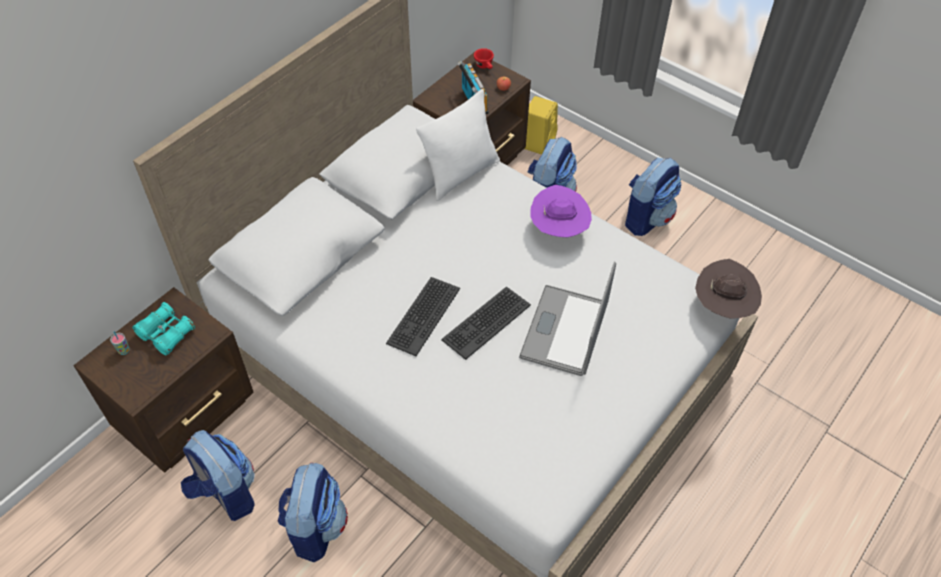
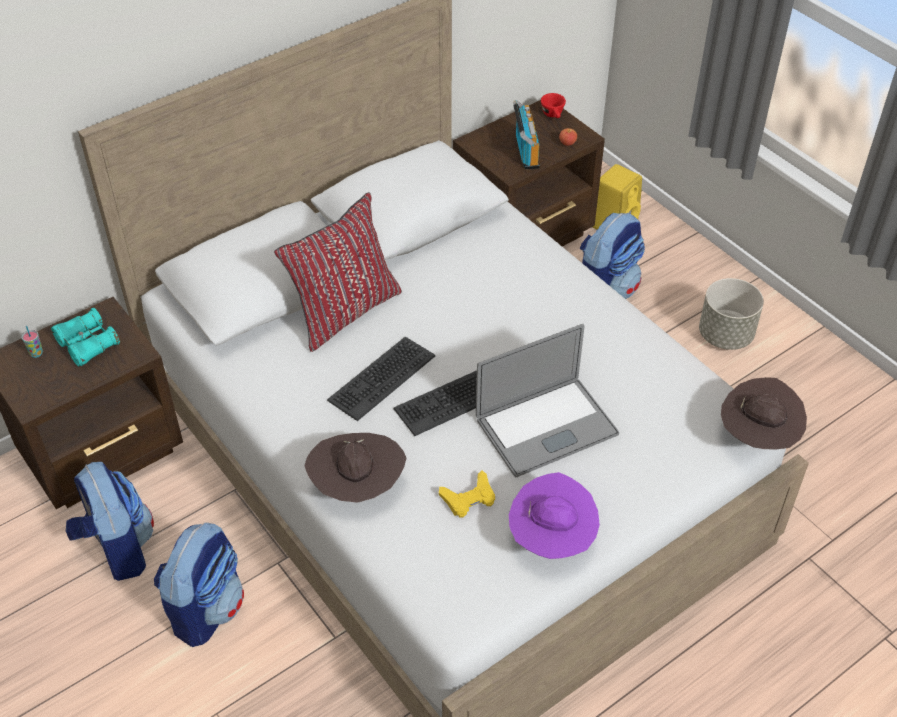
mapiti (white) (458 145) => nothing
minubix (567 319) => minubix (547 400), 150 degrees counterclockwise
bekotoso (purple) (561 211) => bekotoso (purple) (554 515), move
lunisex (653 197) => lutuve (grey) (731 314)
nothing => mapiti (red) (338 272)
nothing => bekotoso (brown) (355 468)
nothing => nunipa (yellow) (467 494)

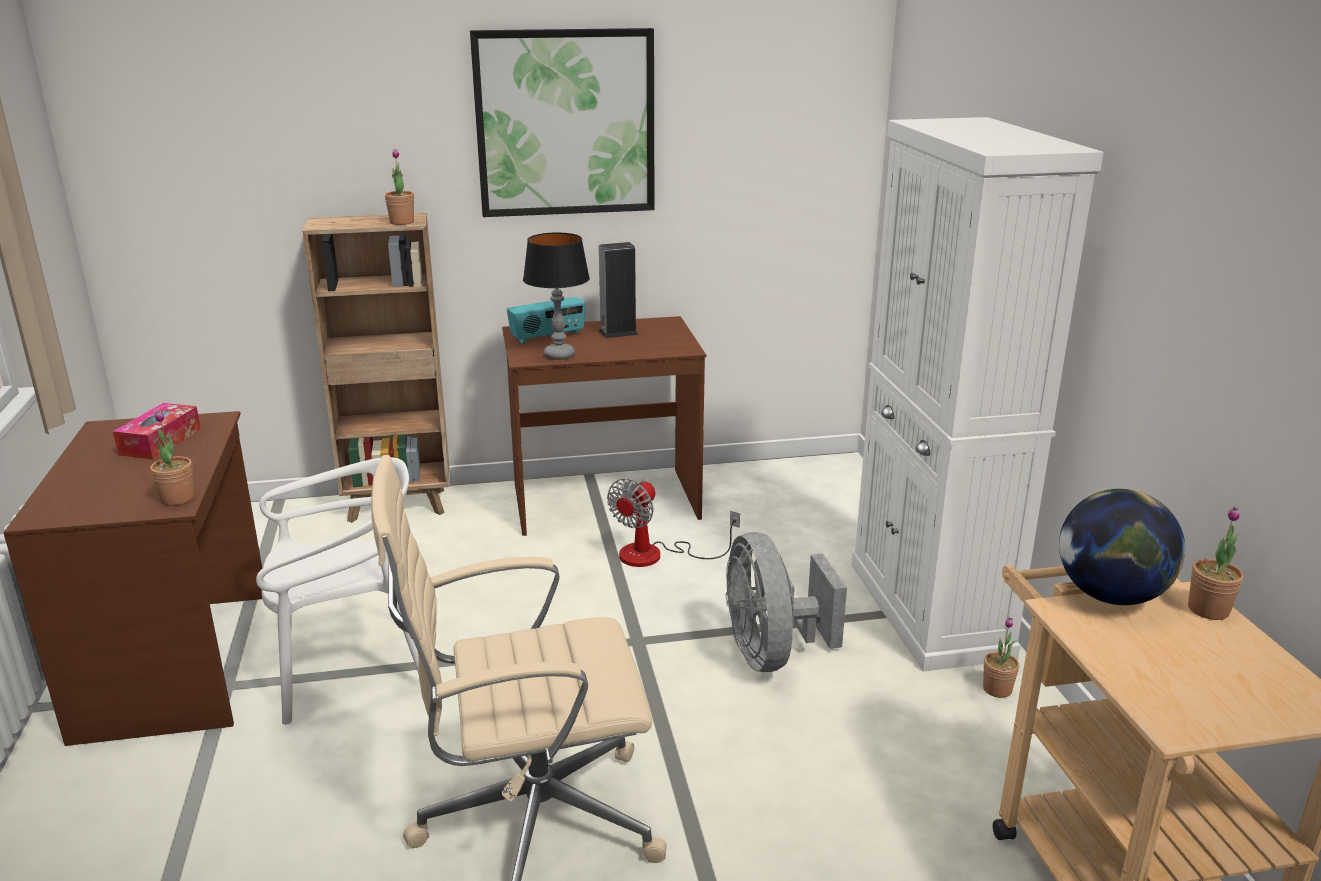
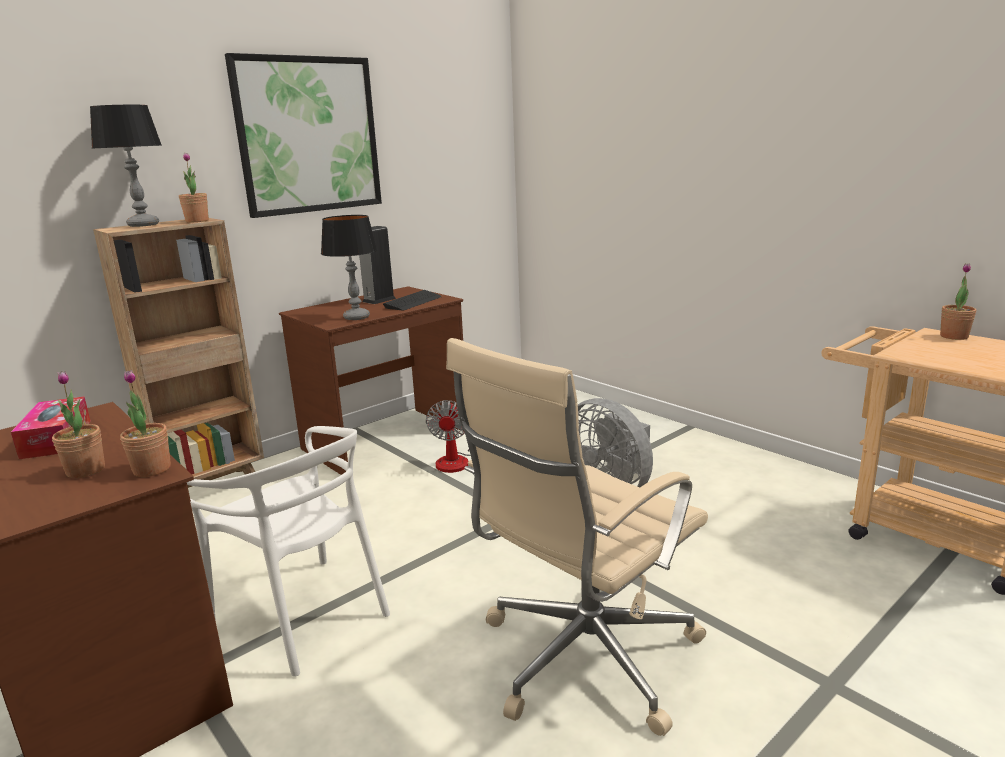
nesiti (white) (337 591) => nesiti (white) (288 551), 90 degrees clockwise
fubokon (546 320) => nothing
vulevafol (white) (978 394) => nothing
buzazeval (1001 658) => buzazeval (78 424), move
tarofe (1122 547) => nothing
nothing => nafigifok (125 166)
nothing => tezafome (412 300)

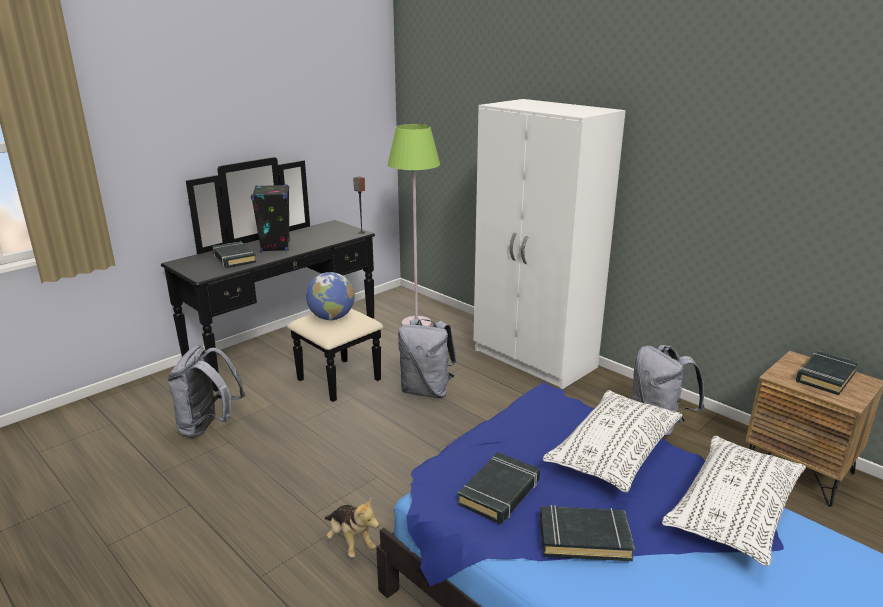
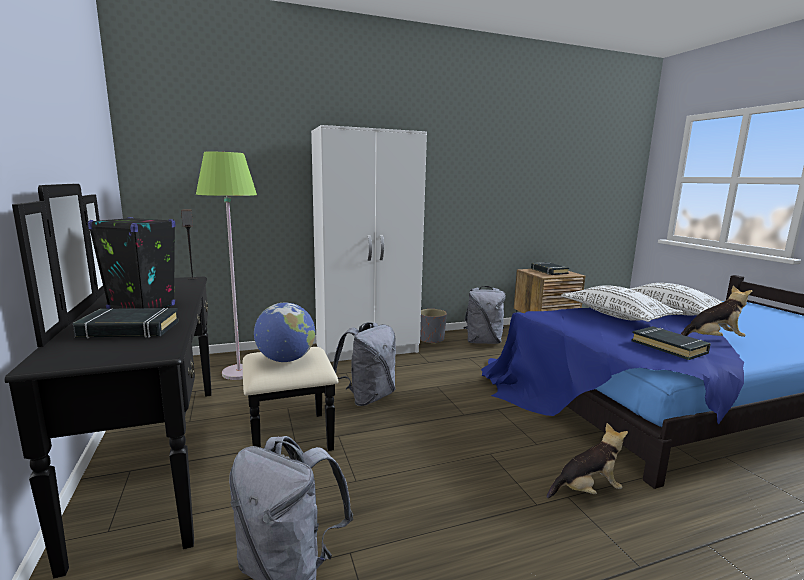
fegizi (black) (587 533) => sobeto (716 311)
nothing => lutuve (grey) (433 326)

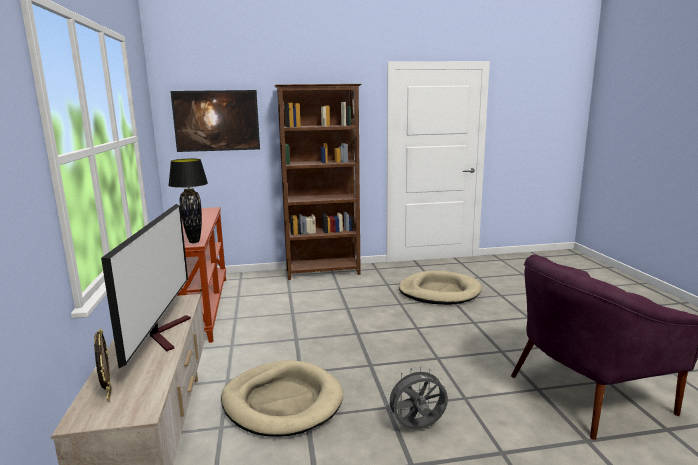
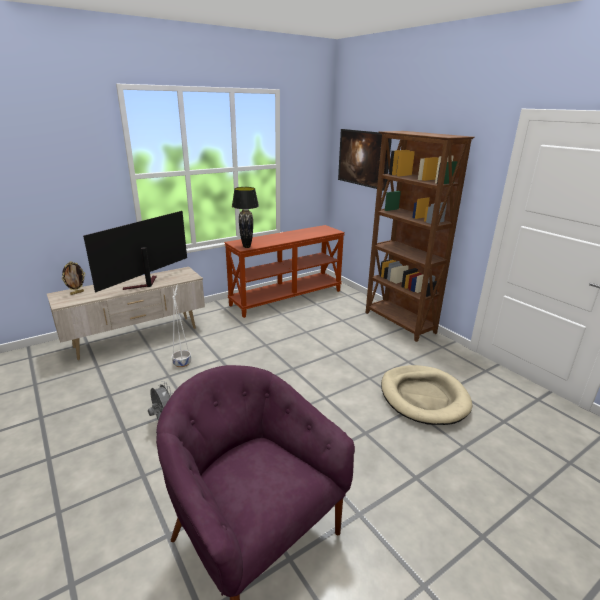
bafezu (146 286) => bafezu (135 252), 150 degrees clockwise
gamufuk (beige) (282 398) => lutuve (white) (181 325)

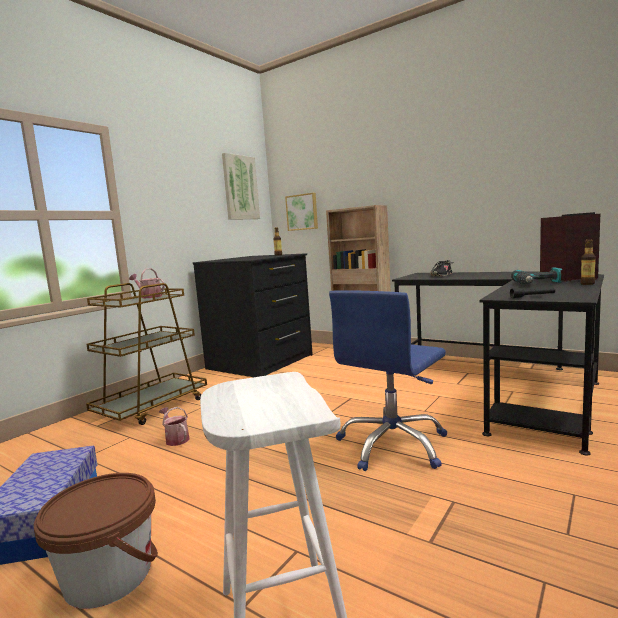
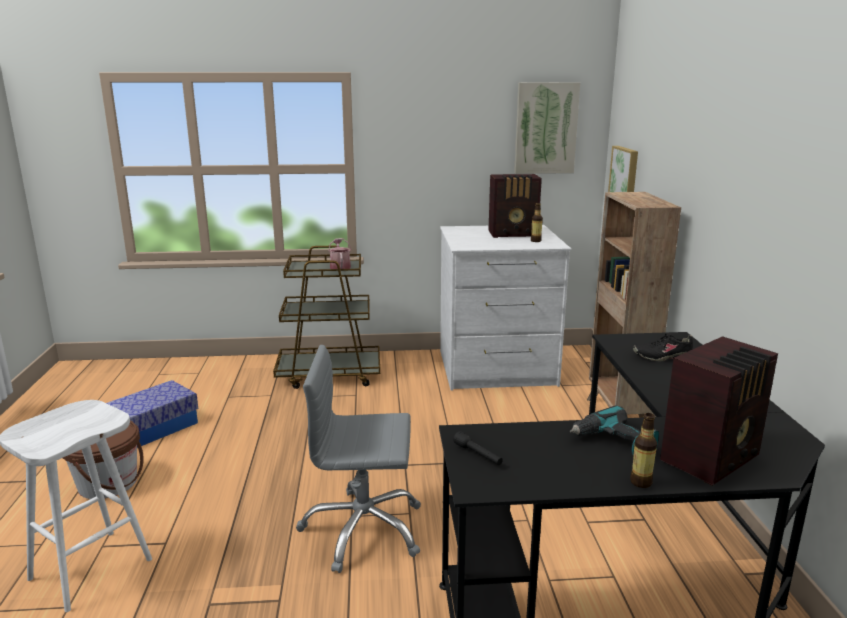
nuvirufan (174 426) => nothing
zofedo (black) (253 315) => zofedo (white) (505 308)
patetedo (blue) (388 380) => patetedo (grey) (358 459)
nothing => fubokon (515 206)

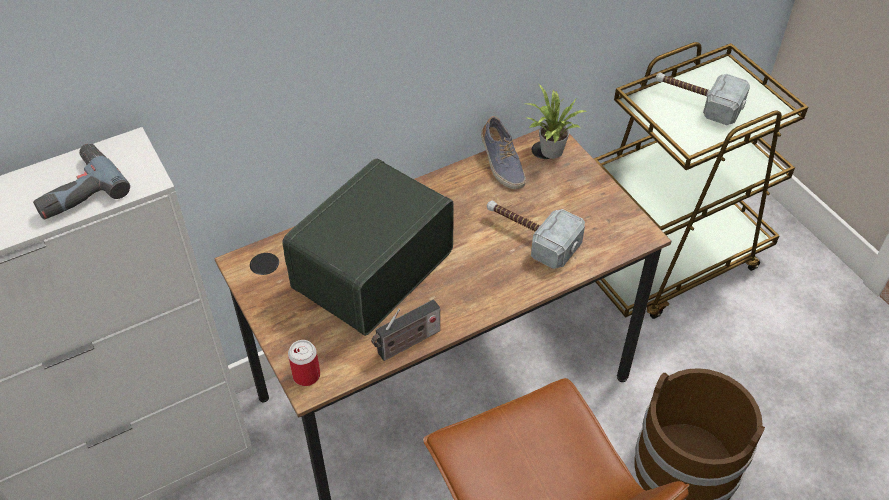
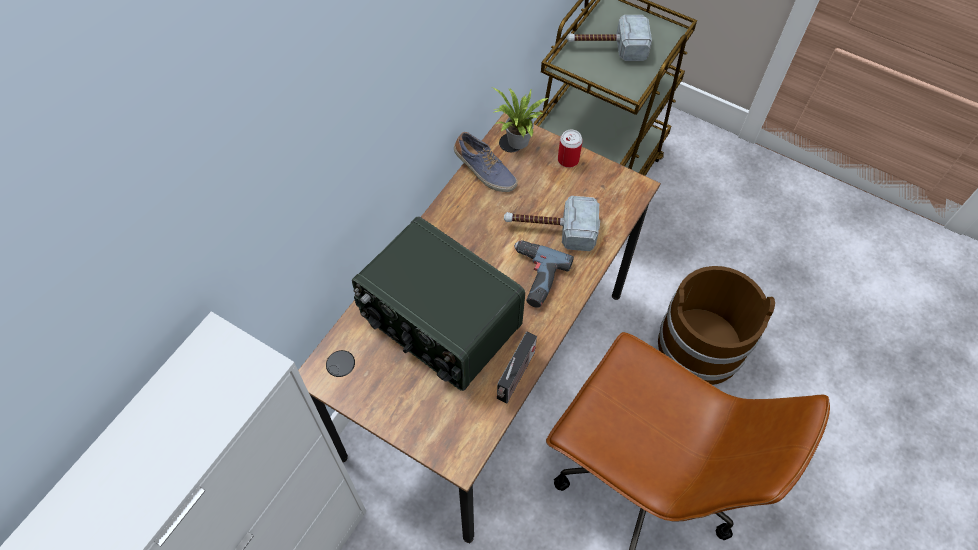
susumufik (81 181) => susumufik (544 274), move
fubokon (368 247) => fubokon (438 303), 60 degrees counterclockwise
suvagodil (304 363) => suvagodil (570 148), move

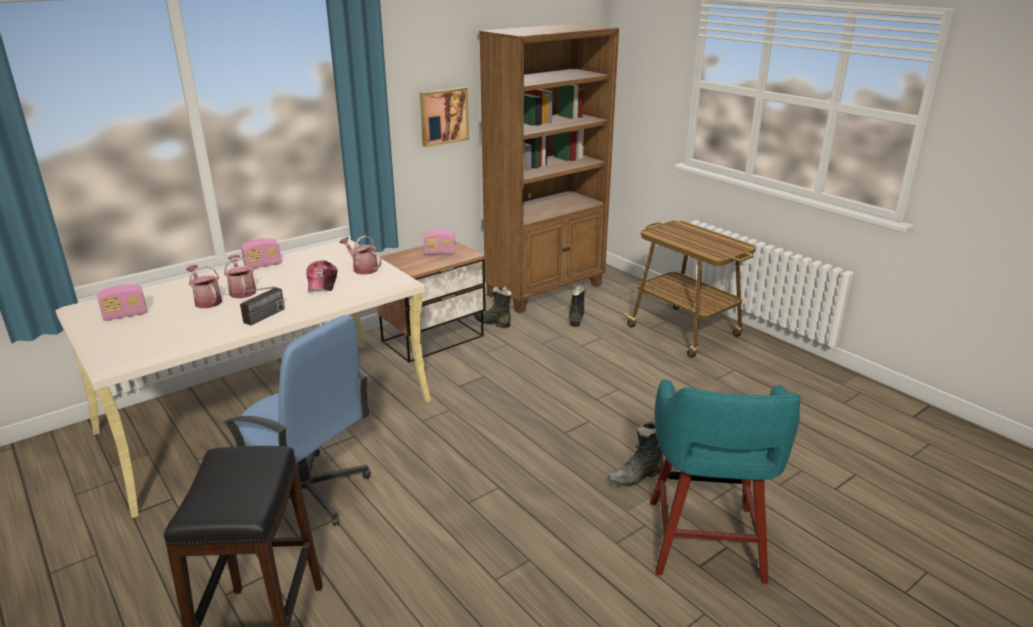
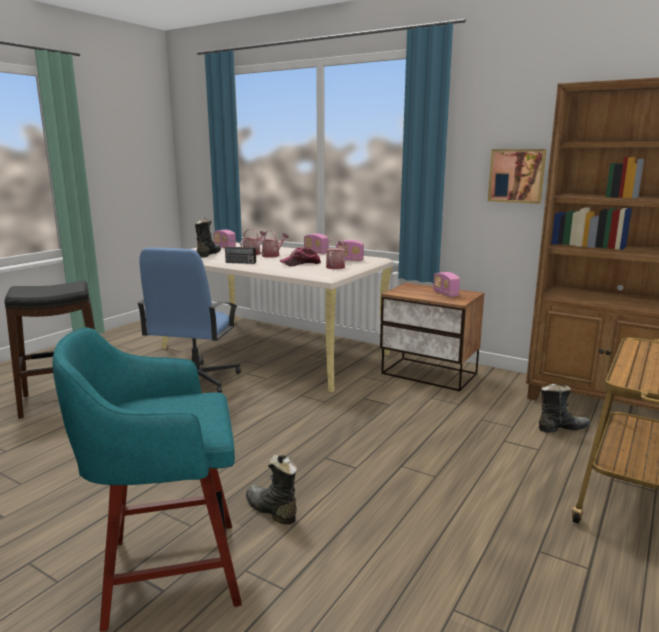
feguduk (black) (493 307) => feguduk (black) (208 238), move
nothing => fubokon (350 251)

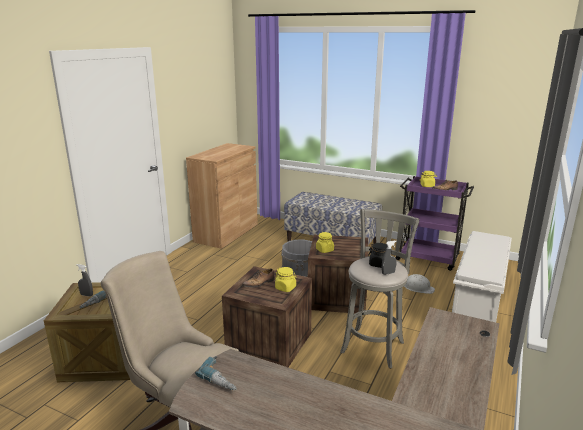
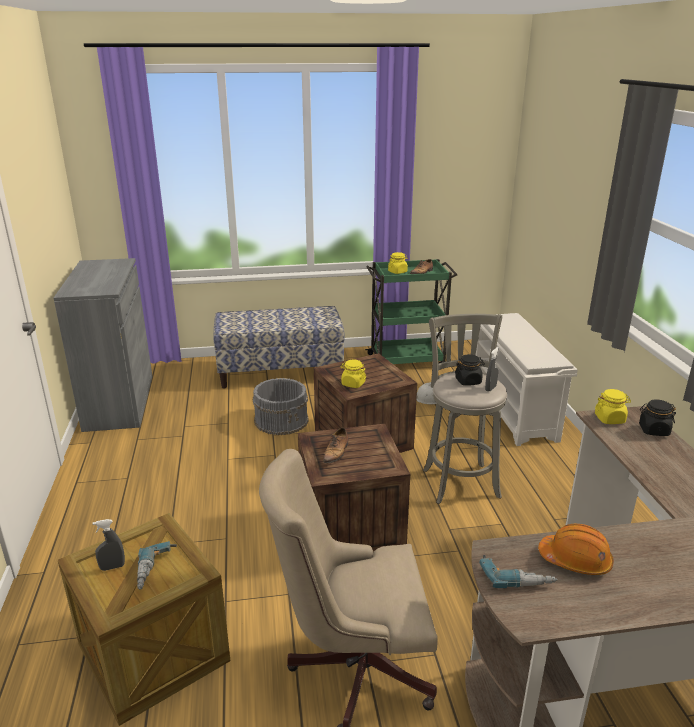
vulevafol (brown) (222 196) => vulevafol (grey) (103 345)
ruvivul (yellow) (286 279) => ruvivul (yellow) (613 406), move
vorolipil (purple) (435 223) => vorolipil (green) (411 311)
nothing => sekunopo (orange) (576 549)
nothing => ruvivul (black) (657 417)

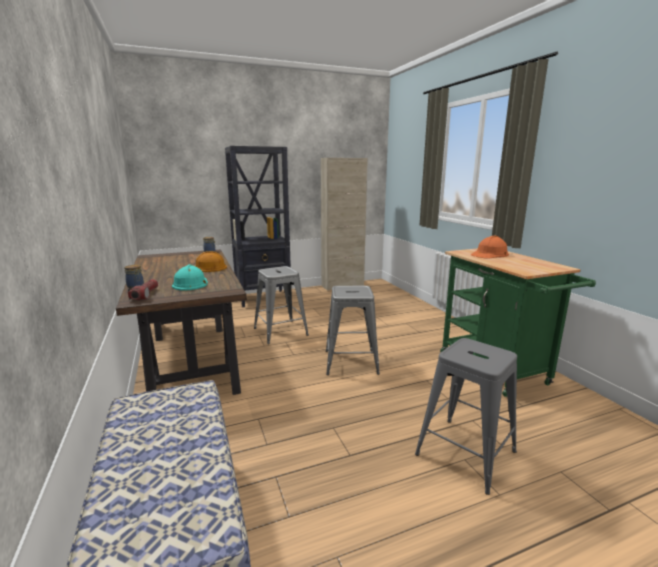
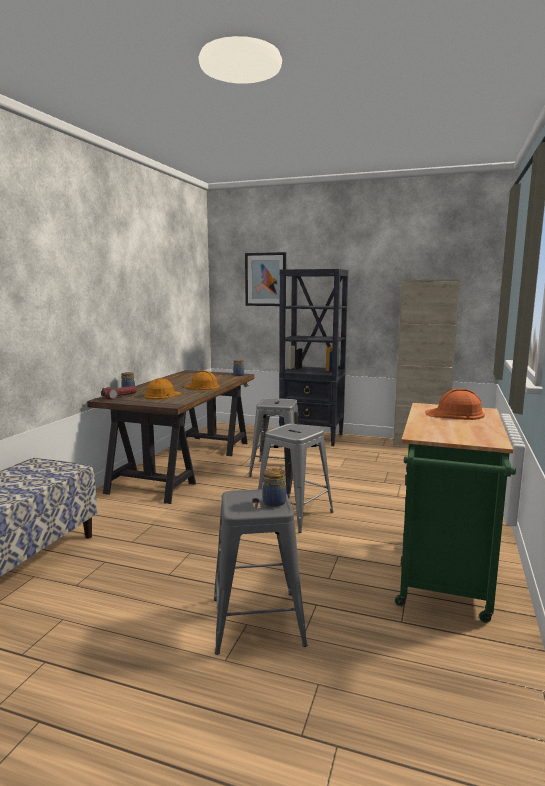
sekunopo (turquoise) (190 277) => sekunopo (orange) (162 388)
nothing => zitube (265 279)
nothing => ruvivul (274 487)

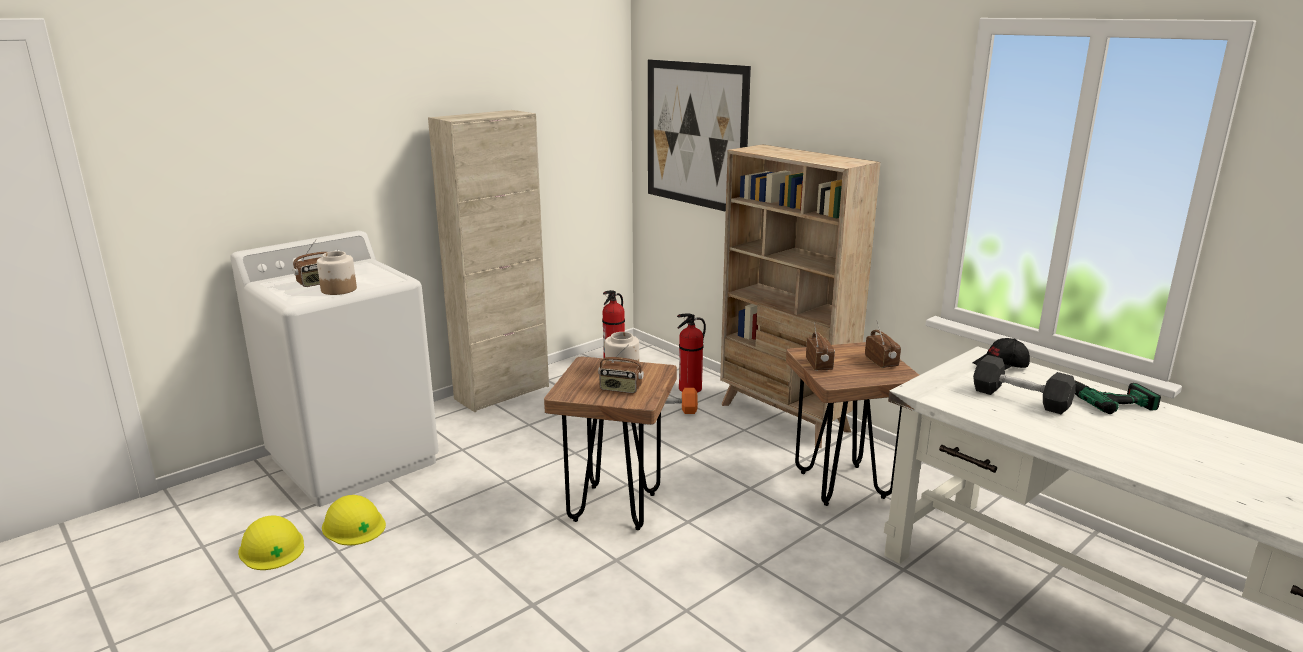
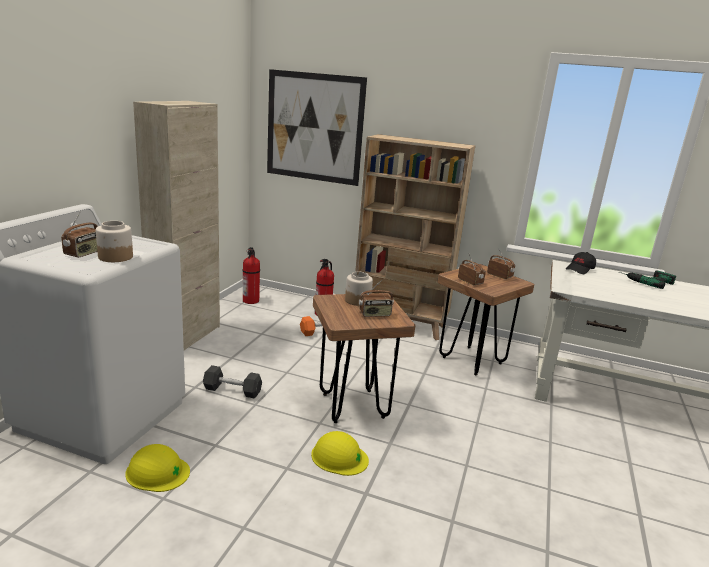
sekunopo (yellow) (271 543) => sekunopo (yellow) (340 453), move
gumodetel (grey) (1024 384) => gumodetel (grey) (232 381), move

